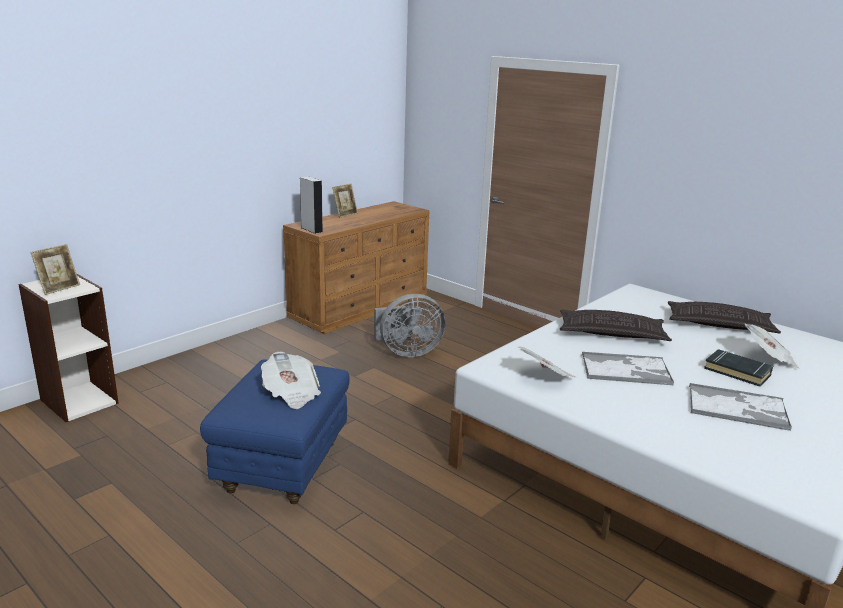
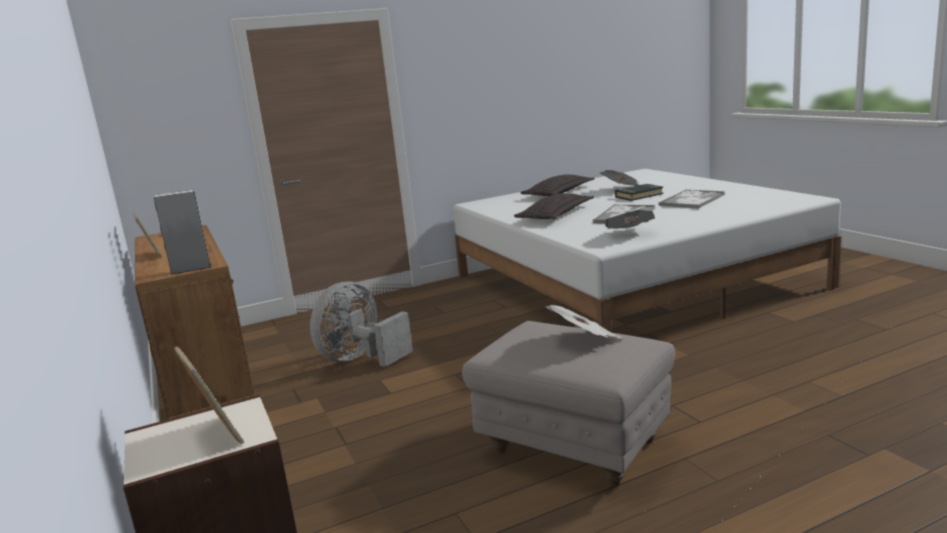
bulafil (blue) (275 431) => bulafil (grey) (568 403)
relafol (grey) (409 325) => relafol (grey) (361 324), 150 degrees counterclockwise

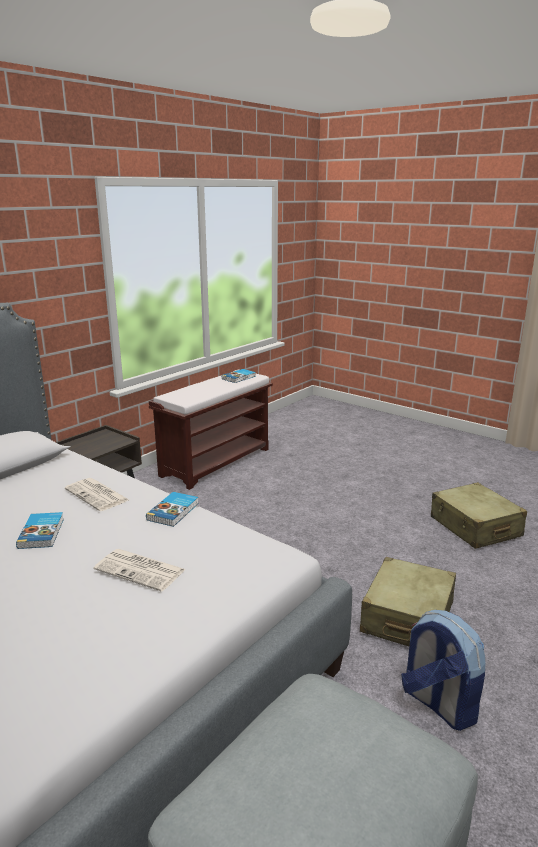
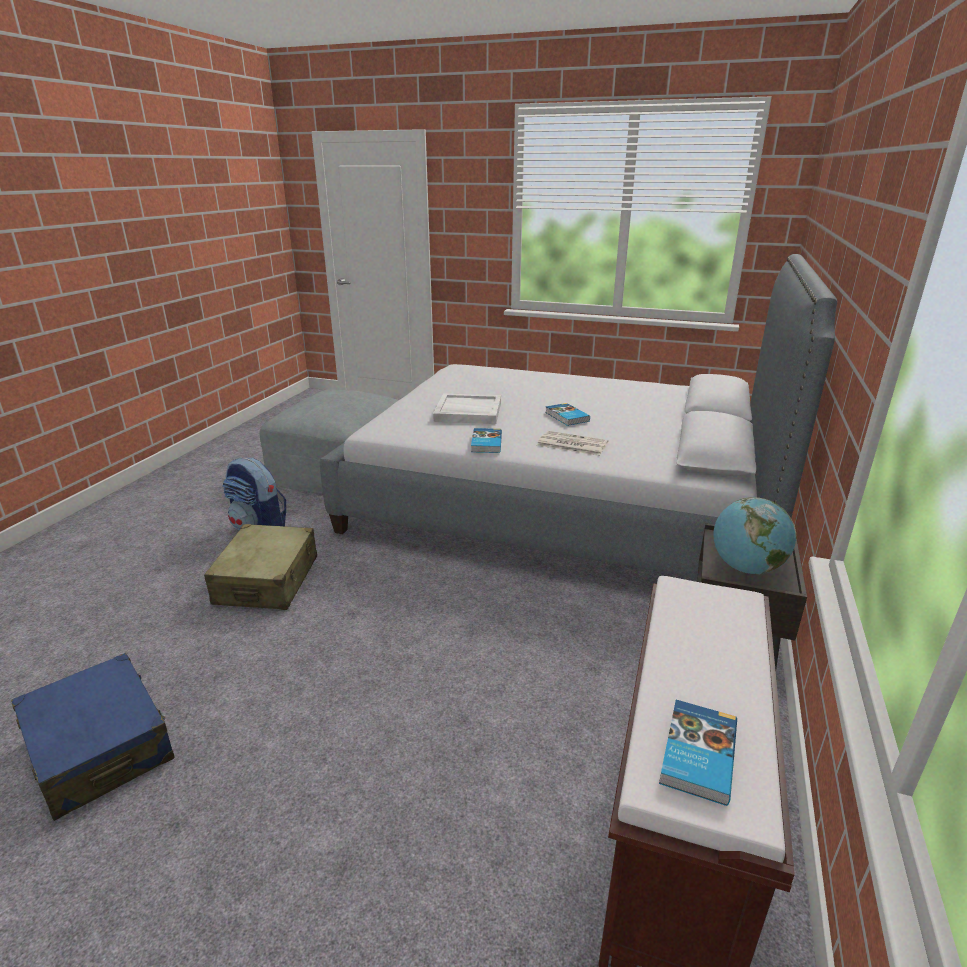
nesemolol (140 570) => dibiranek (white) (467 408)
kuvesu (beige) (479 515) => kuvesu (blue) (93 737)
nothing => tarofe (755 535)

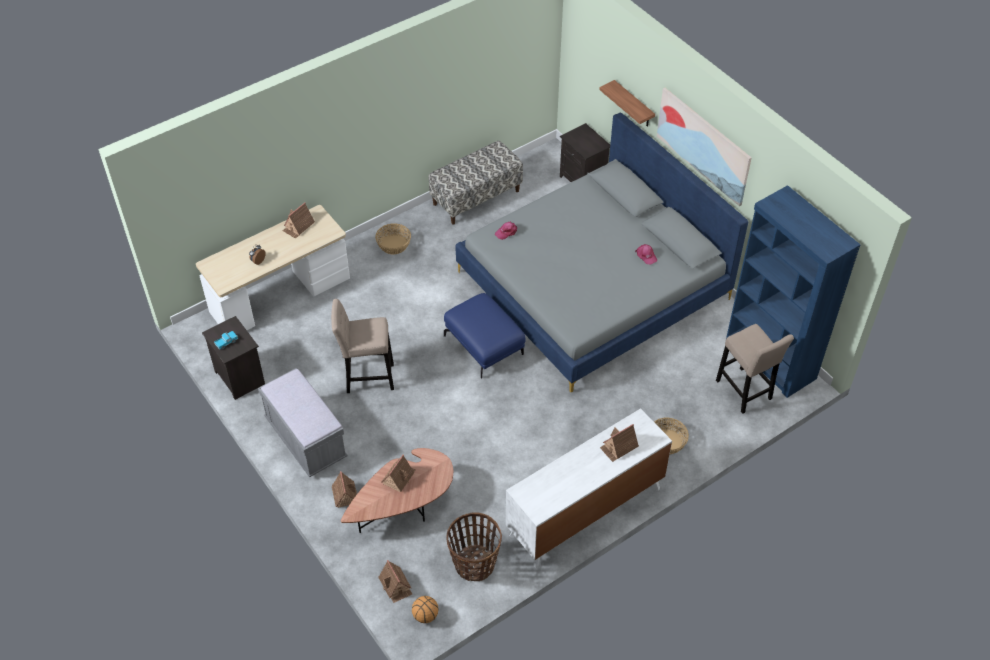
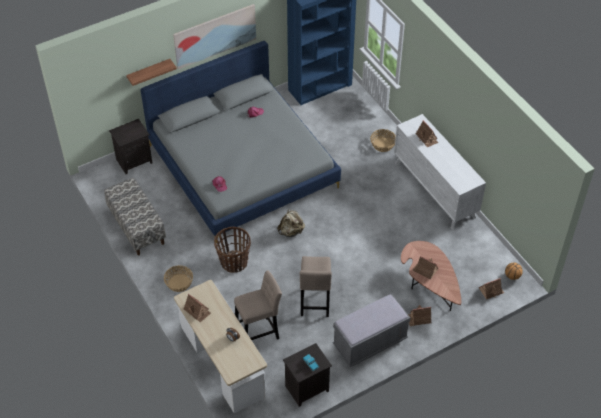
bulafil (blue) (485 335) => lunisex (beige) (291 223)
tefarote (474 547) => tefarote (232 250), move
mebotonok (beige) (755 369) => mebotonok (beige) (258 305), move

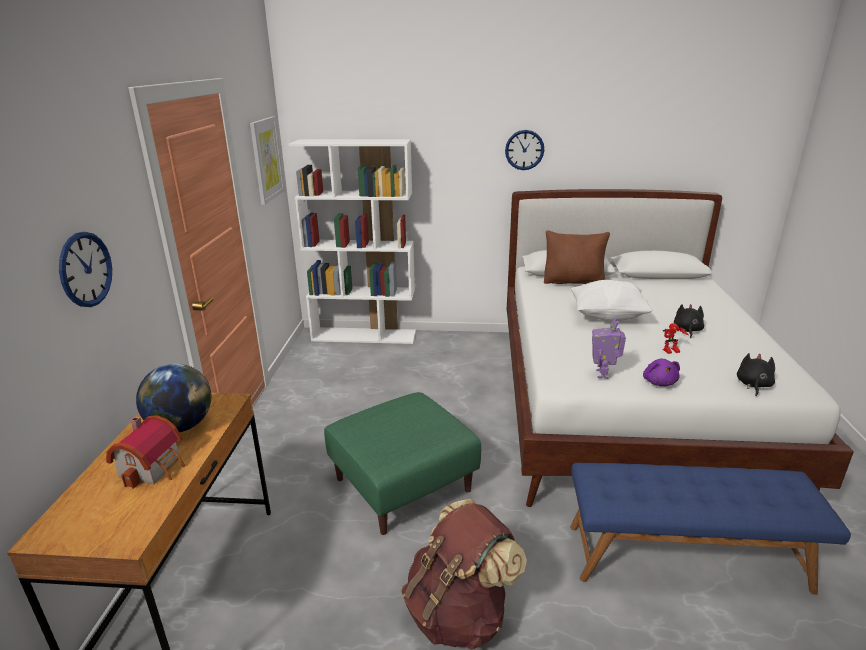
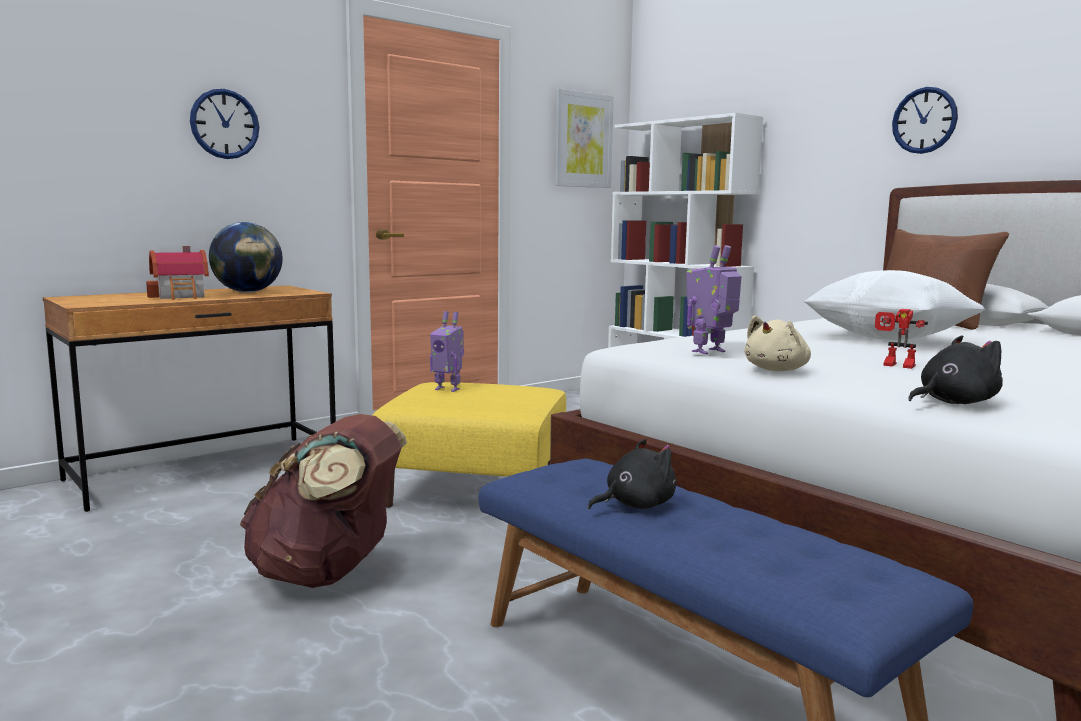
bulafil (green) (402 463) => bulafil (yellow) (469 444)
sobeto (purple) (661 372) => sobeto (beige) (777 343)
sobeto (black) (689 321) => sobeto (black) (632 474), move
nothing => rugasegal (447 351)

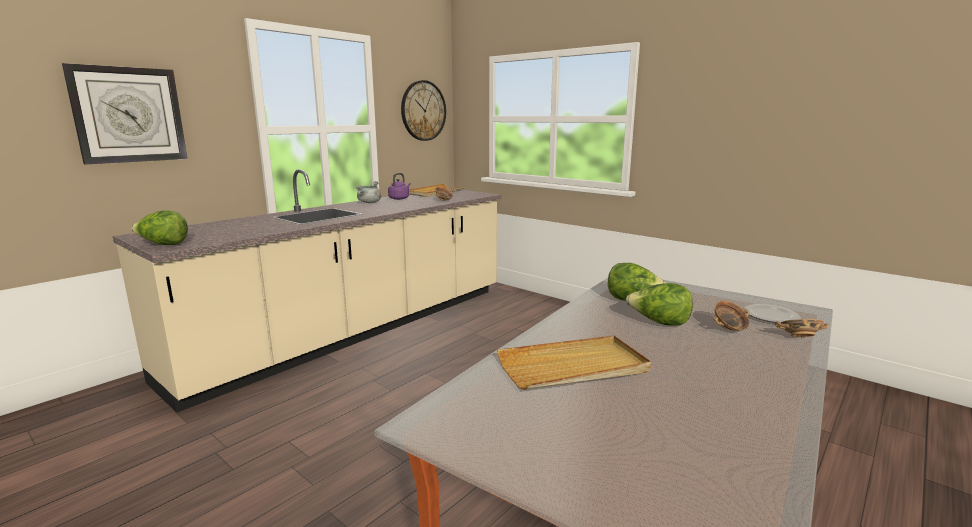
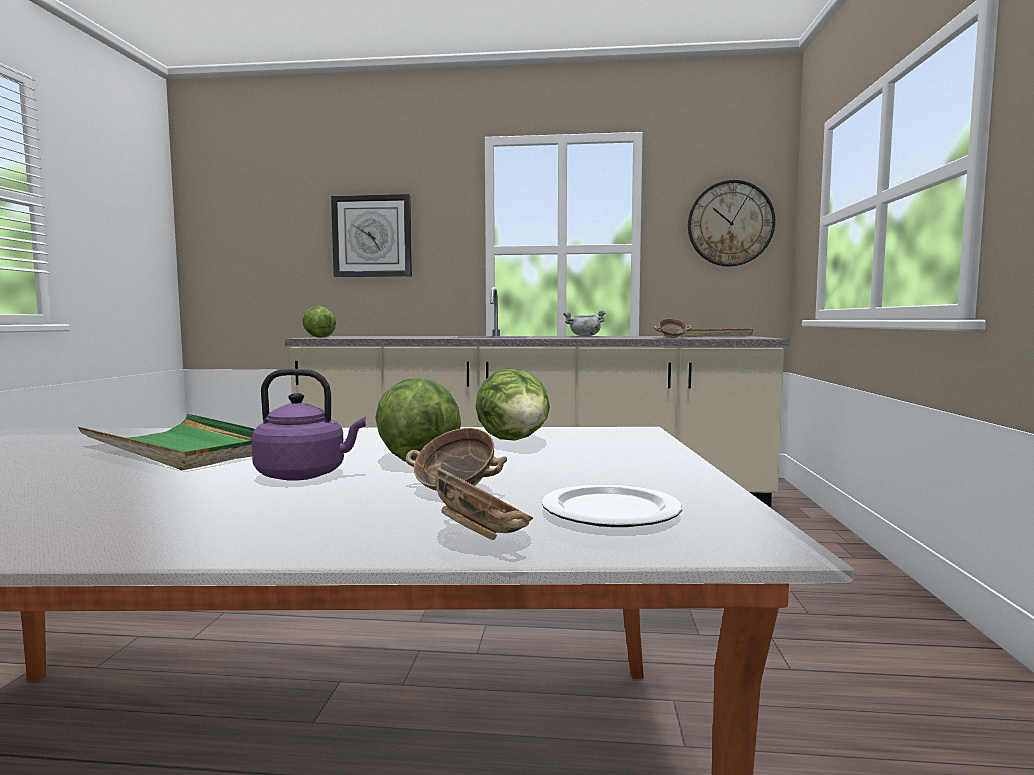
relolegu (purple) (399 186) => relolegu (purple) (308 425), move
dibiranek (beige) (574 363) => dibiranek (green) (166 442)

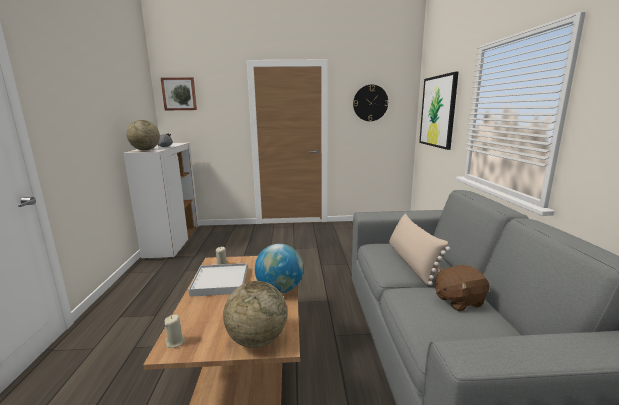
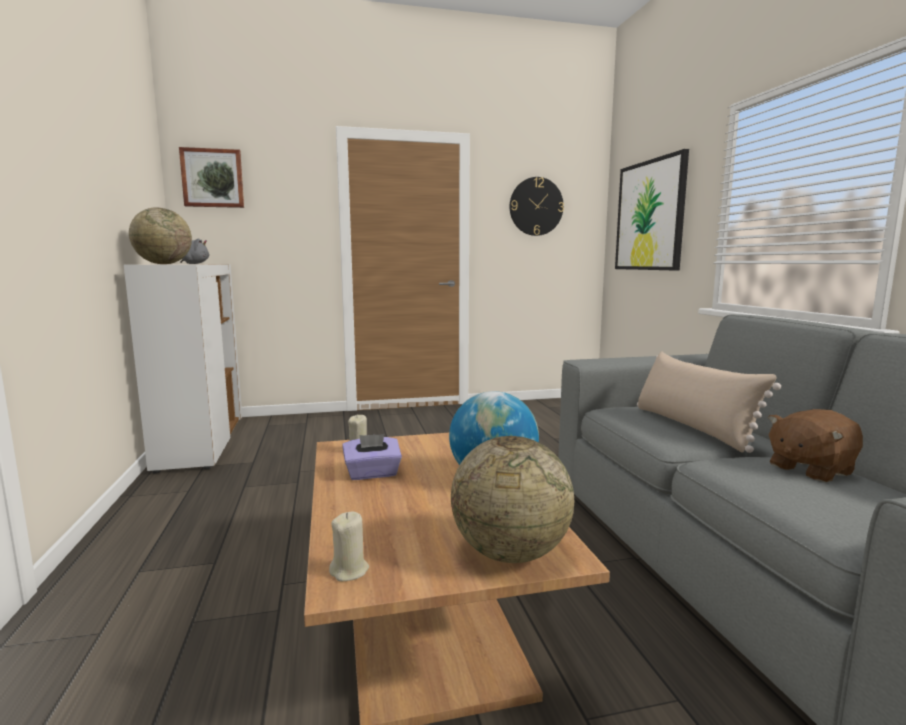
dibiranek (white) (217 280) => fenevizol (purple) (372 457)

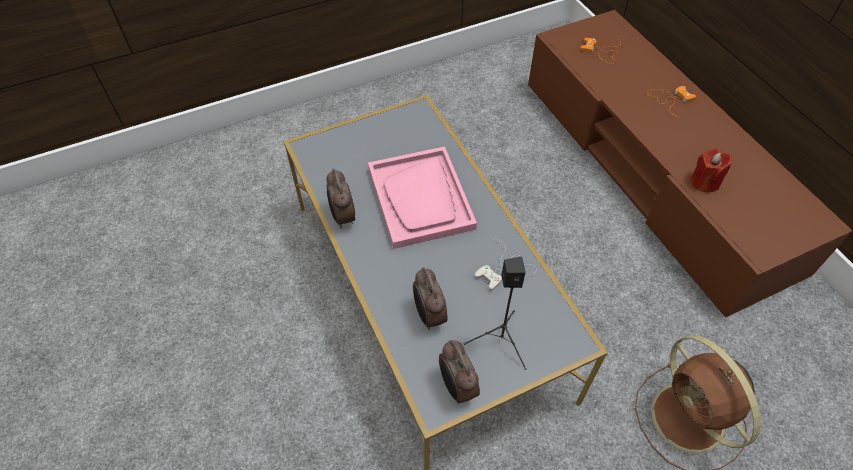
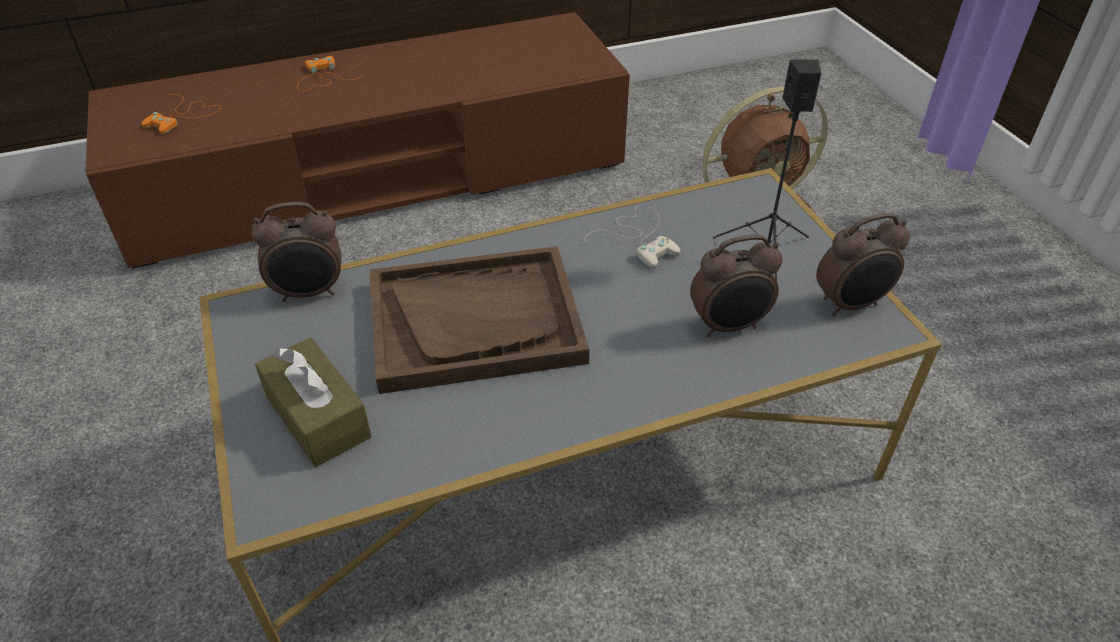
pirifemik (340 199) => pirifemik (296 252), move
dibiranek (pink) (422 197) => dibiranek (brown) (480 320)
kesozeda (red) (711 170) => nothing
nothing => fenevizol (brown) (313 402)

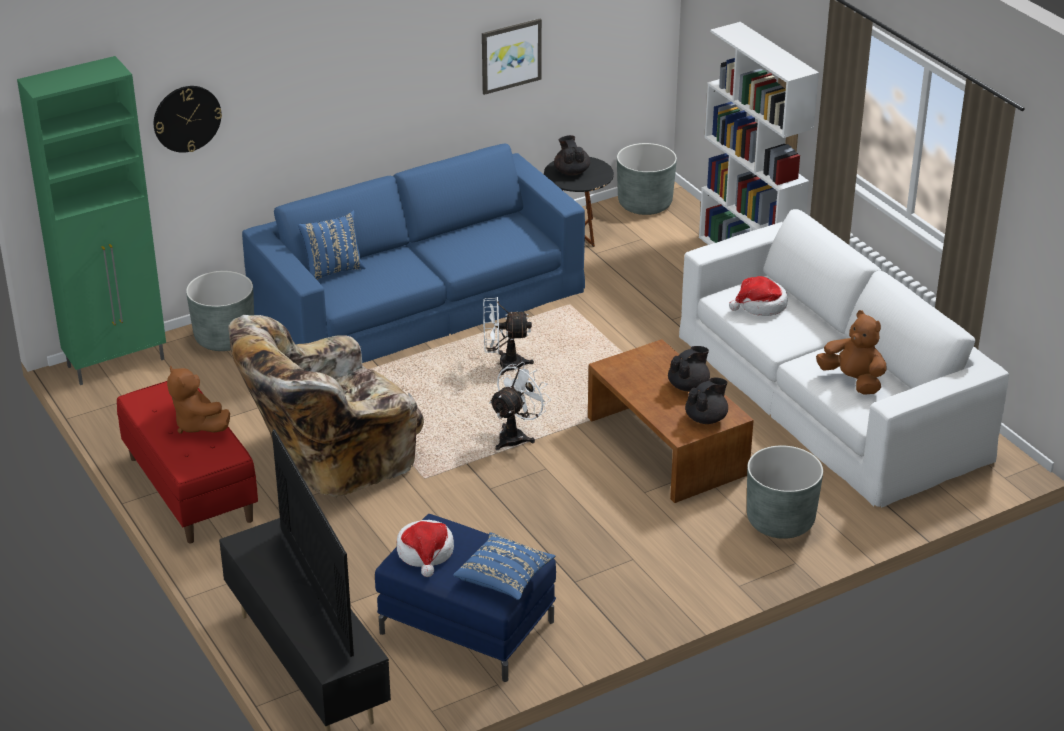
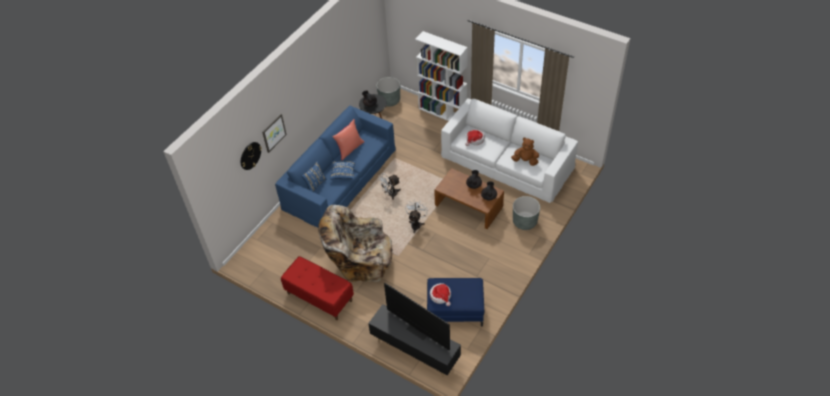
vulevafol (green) (91 220) => nothing
sobeto (brown) (198 399) => nothing
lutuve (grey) (220 311) => nothing
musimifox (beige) (326 406) => musimifox (beige) (355 243), 60 degrees clockwise
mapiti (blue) (504 566) => mapiti (blue) (343 170), move
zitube (512 57) => zitube (274 133), move
nothing => mapiti (red) (348 139)

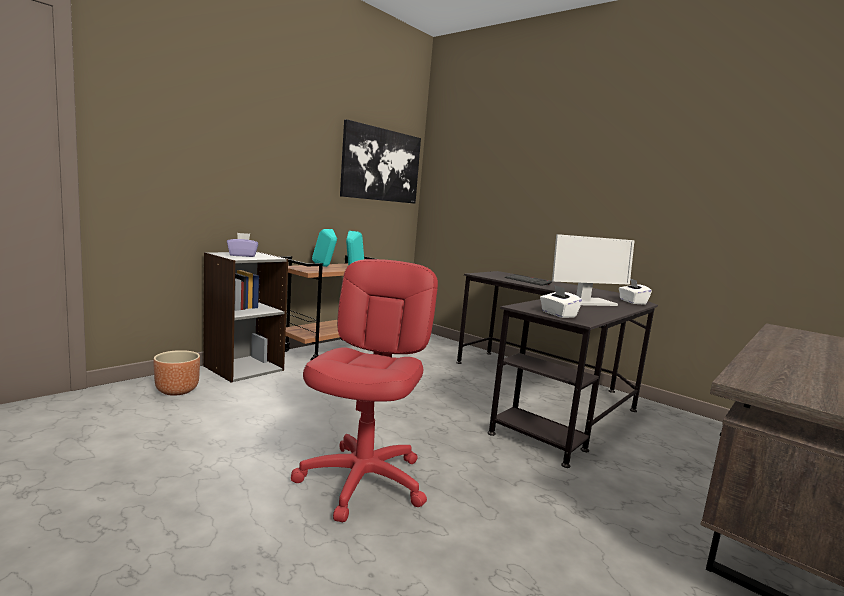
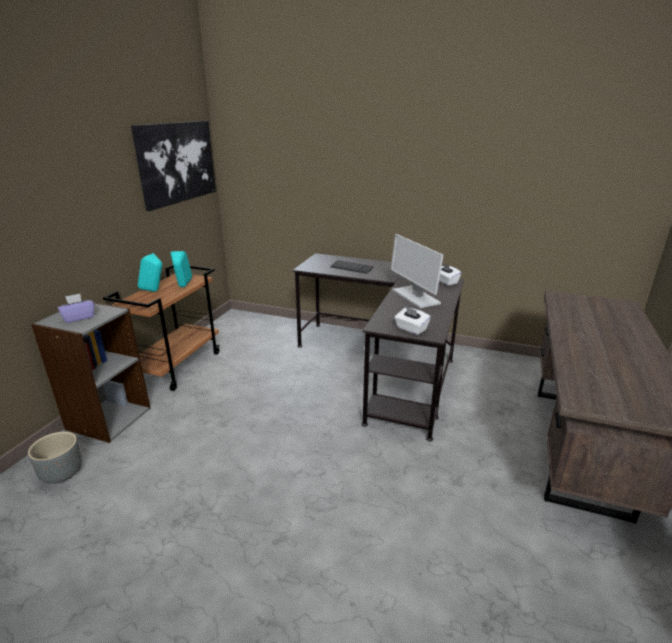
lutuve (brown) (176 373) => lutuve (grey) (55 458)
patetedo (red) (364 390) => nothing
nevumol (593 270) => nevumol (417 271), 105 degrees clockwise

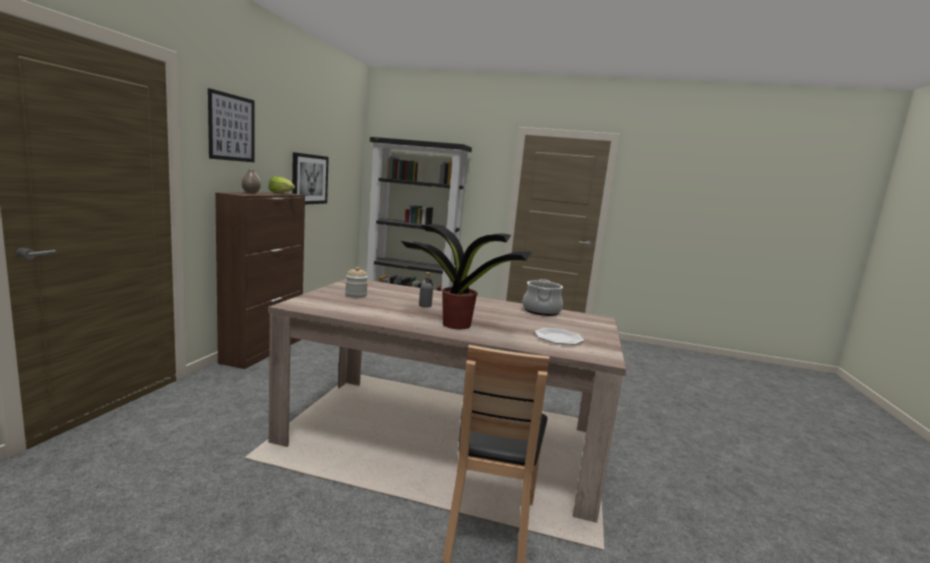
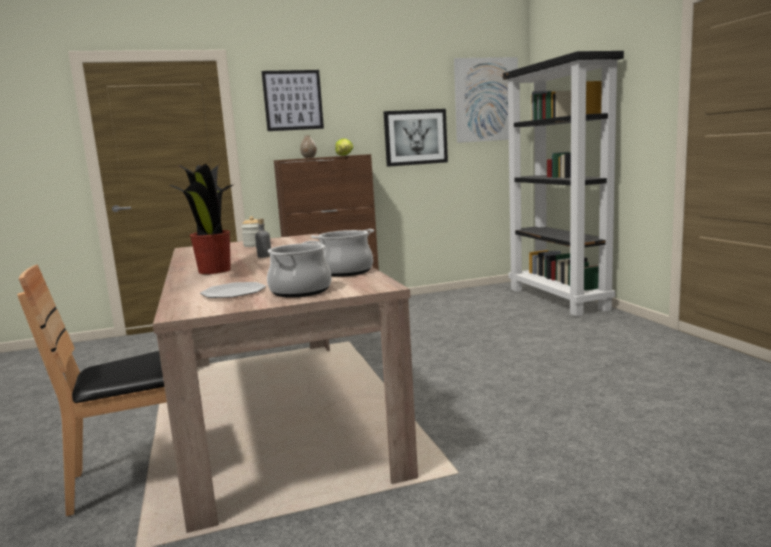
nothing => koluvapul (299 269)
nothing => zitube (486 100)

